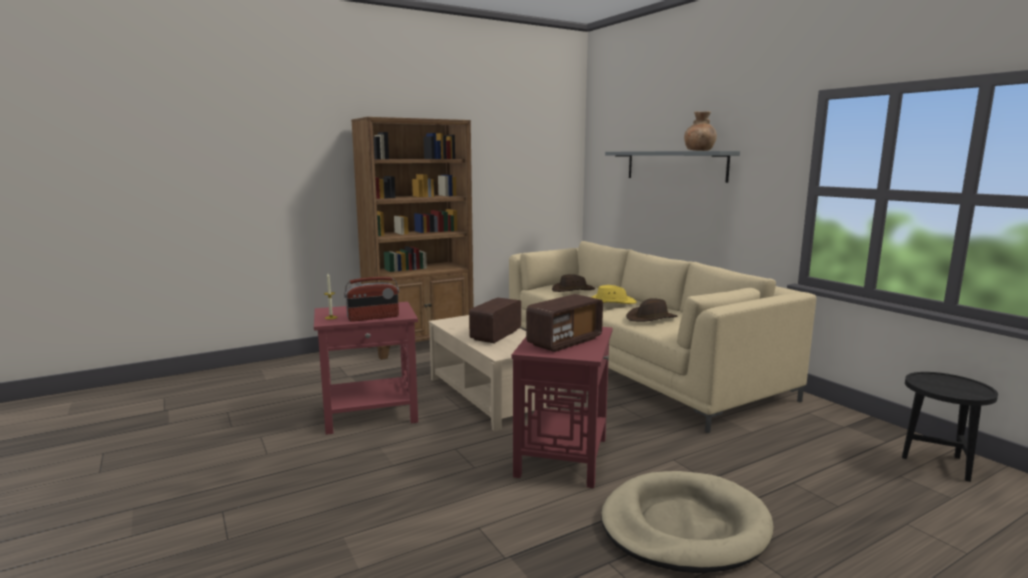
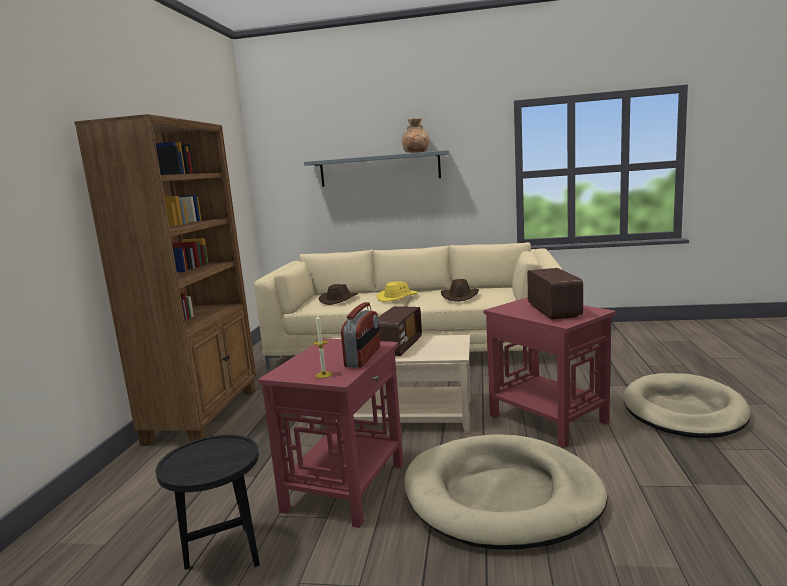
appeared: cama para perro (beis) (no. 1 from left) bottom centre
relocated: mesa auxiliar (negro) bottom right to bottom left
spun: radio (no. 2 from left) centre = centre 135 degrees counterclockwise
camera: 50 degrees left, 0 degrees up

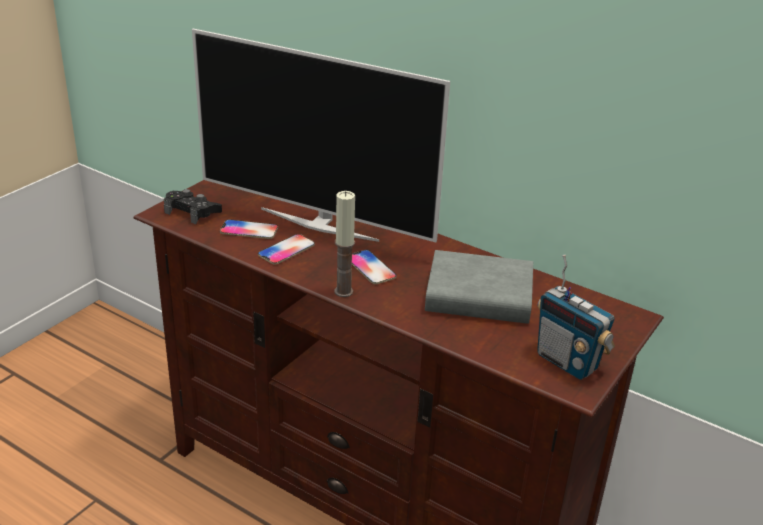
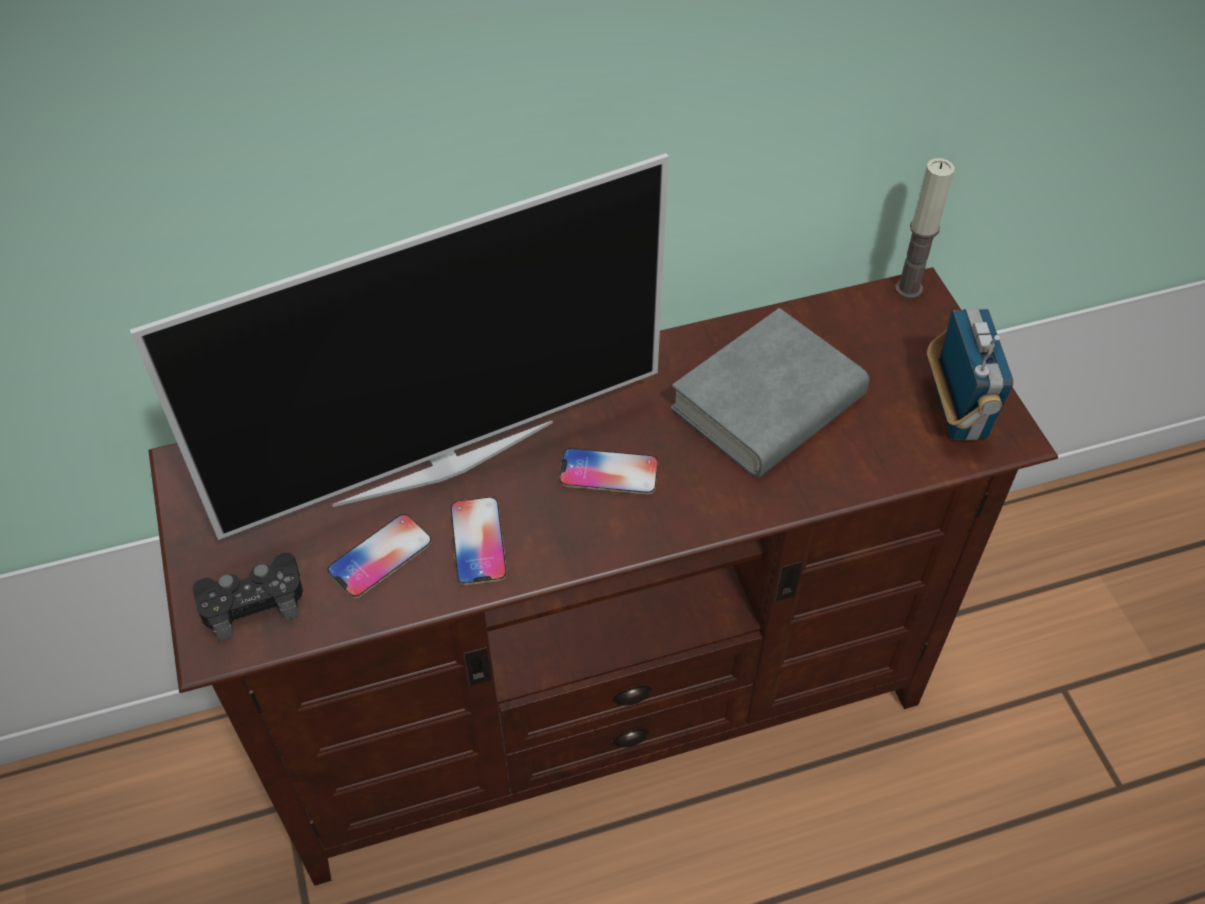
relocated: vela centre to top right
spun: radio middle right = middle right 90 degrees counterclockwise
camera: 50 degrees left, 20 degrees up

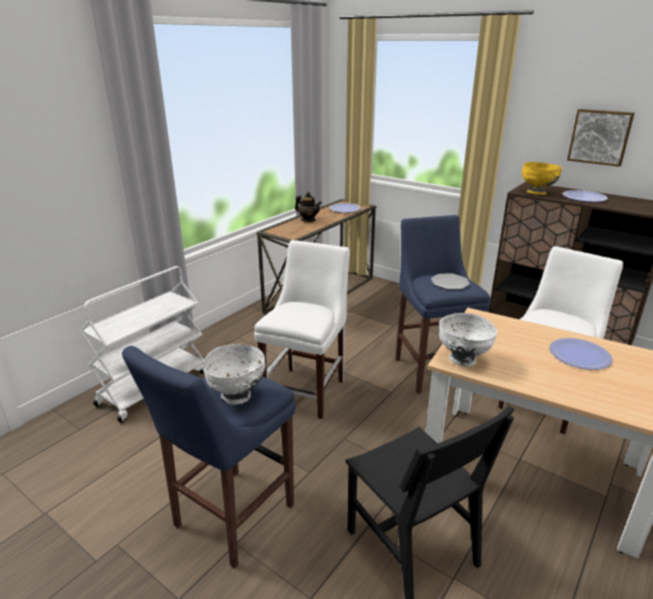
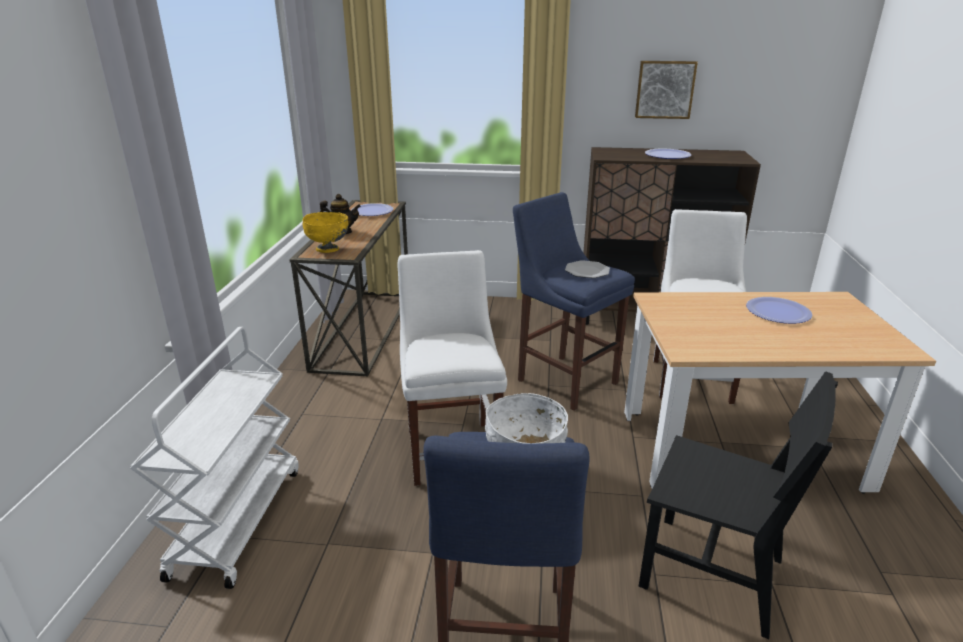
missing: cuenco (blanco) (no. 2 from left) middle right
relocated: cuenco (amarillo) top right to centre
camera: 30 degrees left, 0 degrees up

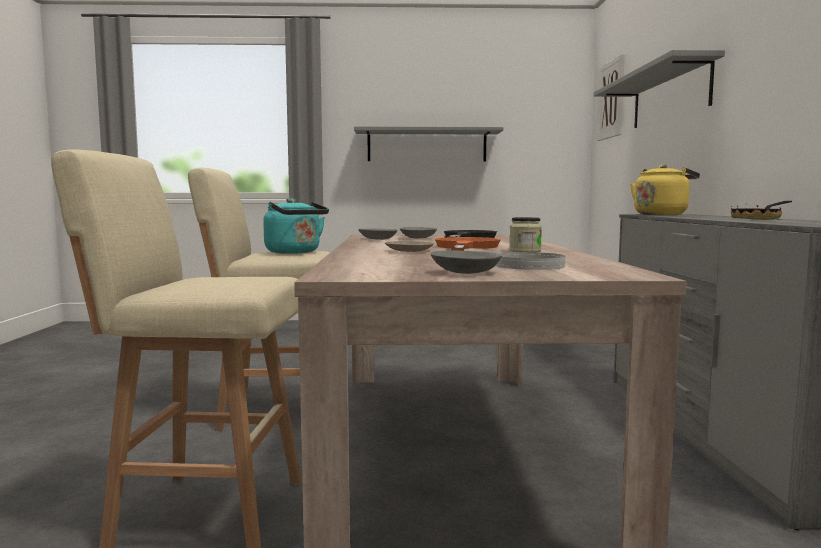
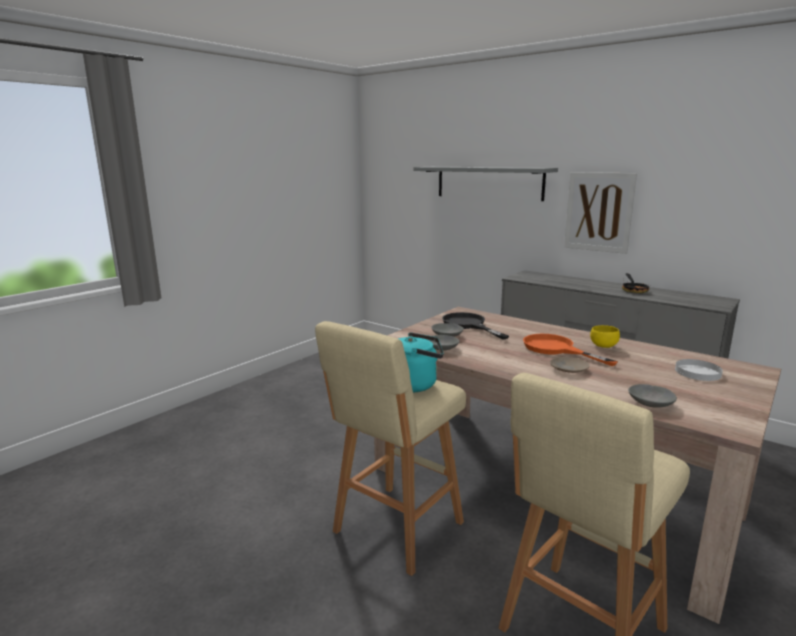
missing: estante (gris) (no. 1 from left) top centre; hervidor (amarillo) middle right
relocated: cuadro top right to middle right; cuenco (gris) (no. 3 from left) centre to middle right
exchanged: tarro centre to cuenco (amarillo) middle right
camera: 50 degrees left, 10 degrees up

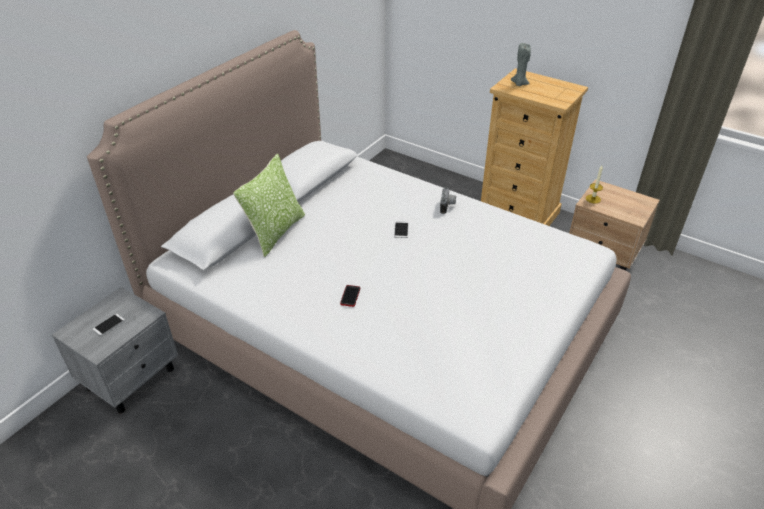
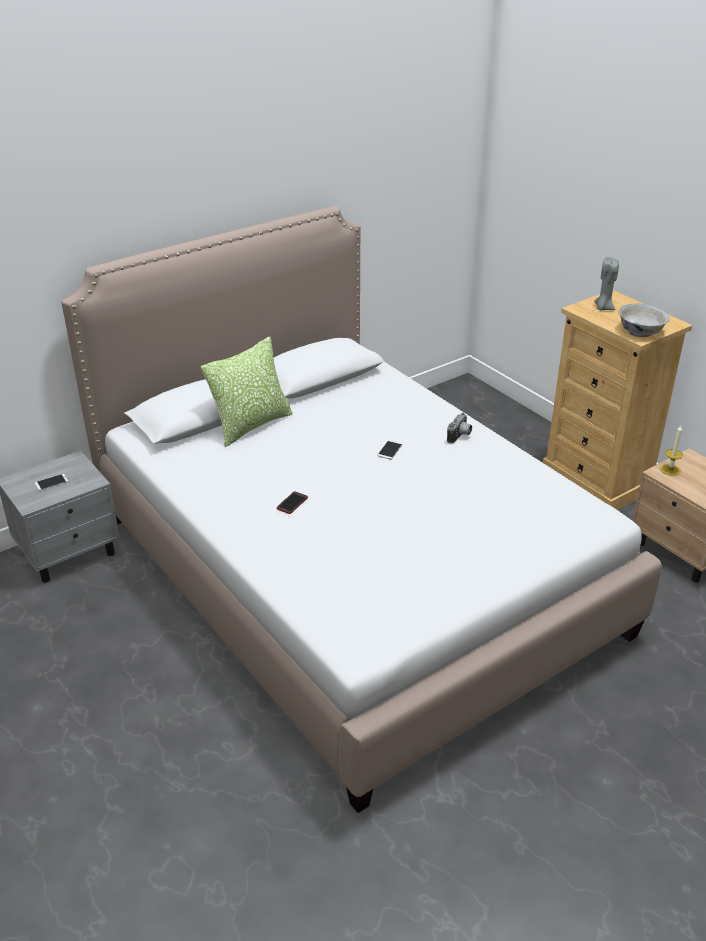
appeared: cuenco (blanco) middle right
camera: 20 degrees right, 5 degrees down

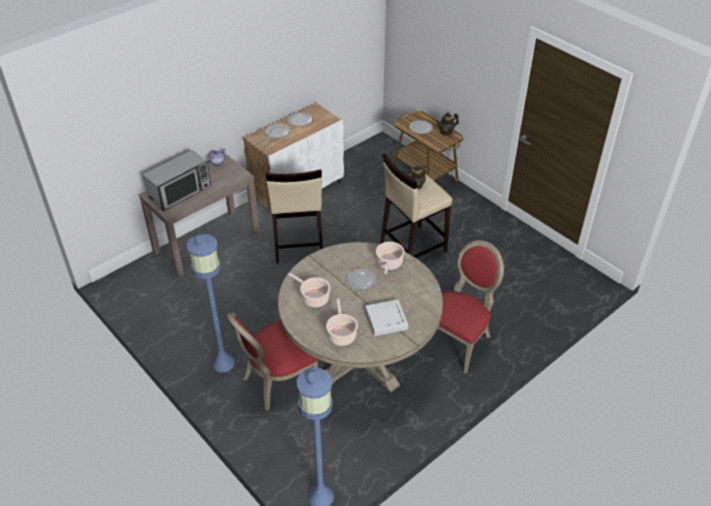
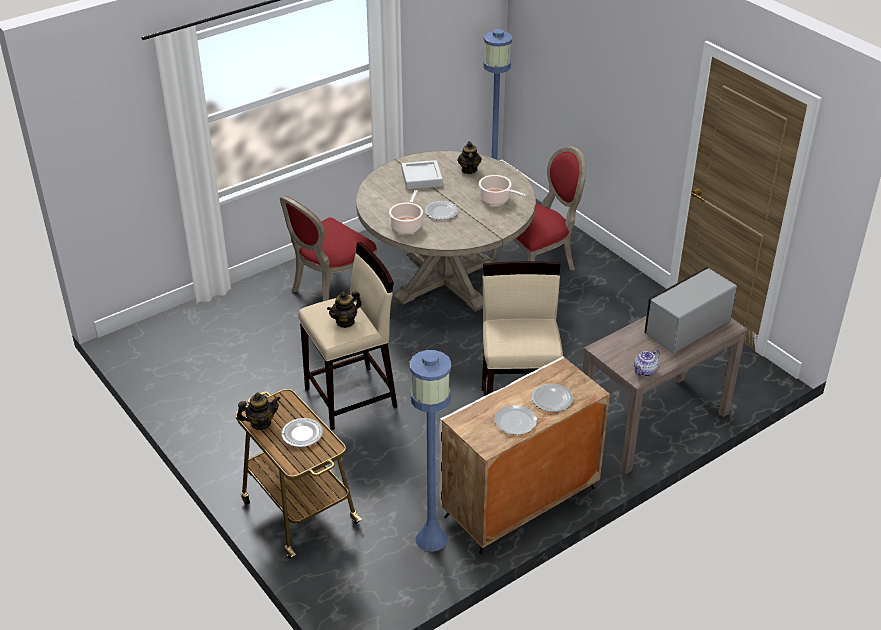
relocated: lámpara de pie (azul) (no. 1 from left) middle left to bottom centre
exchanged: olla (no. 2 from left) centre to tetera (no. 3 from left) top centre
camera: 175 degrees left, 5 degrees down

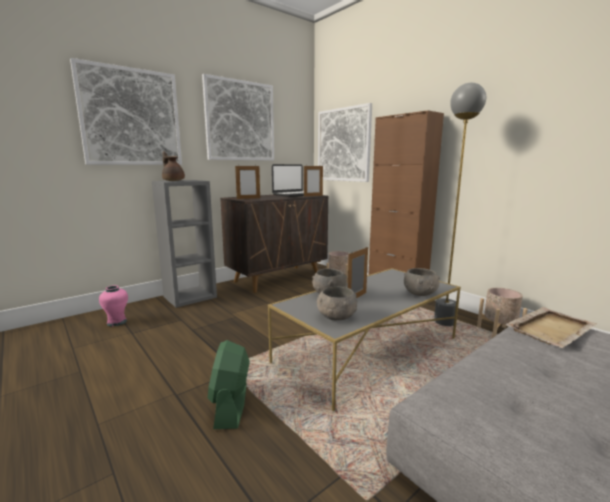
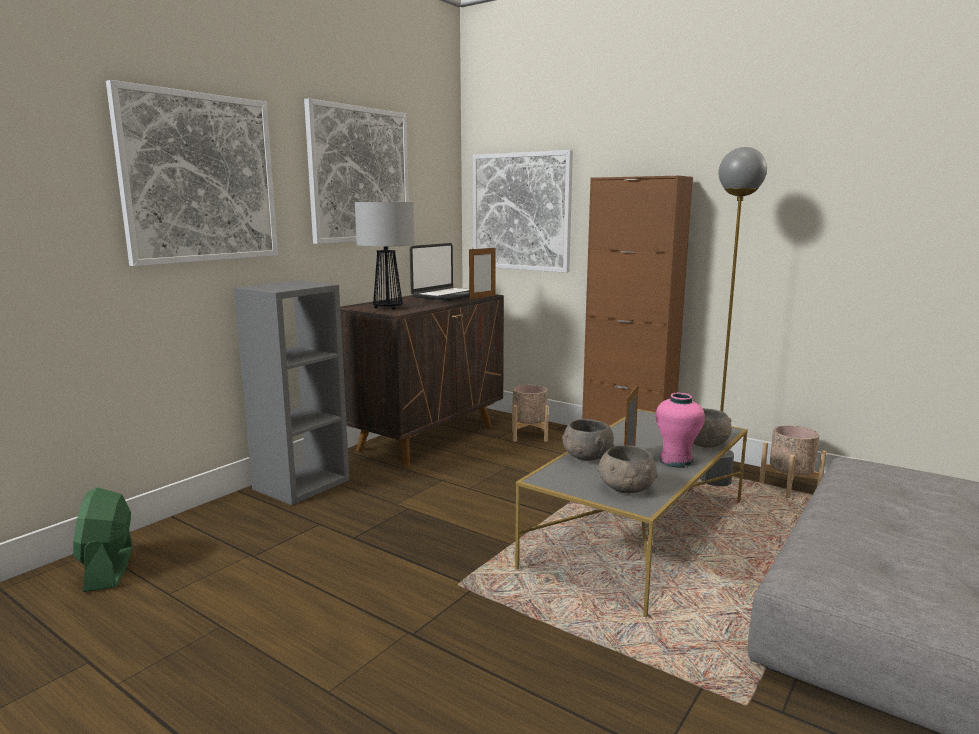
missing: tetera (marrón) top left; bandeja (beis) middle right
relocated: ventilador (verde) bottom centre to bottom left; florero (rosa) middle left to middle right
exchanged: portarretratos (no. 1 from left) centre to lámpara de mesa centre
camera: 15 degrees left, 0 degrees up

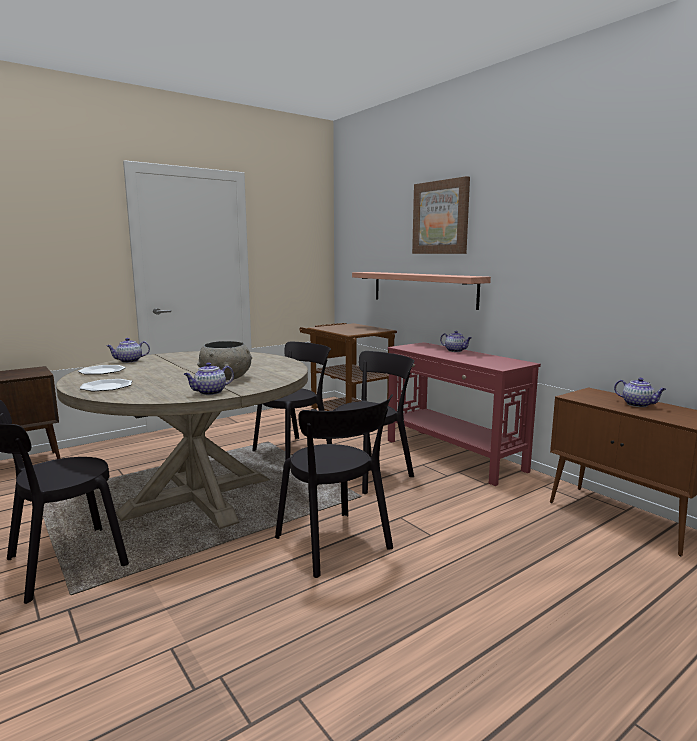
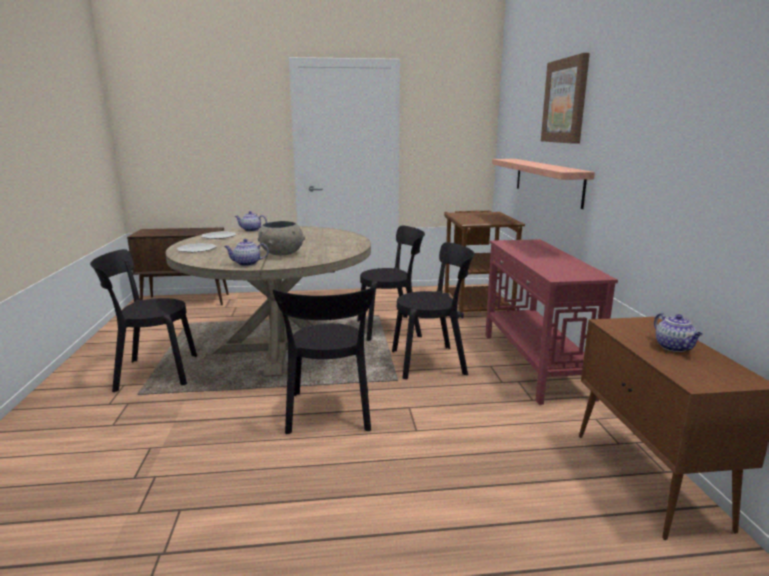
missing: tetera (no. 3 from left) centre
camera: 30 degrees right, 5 degrees up

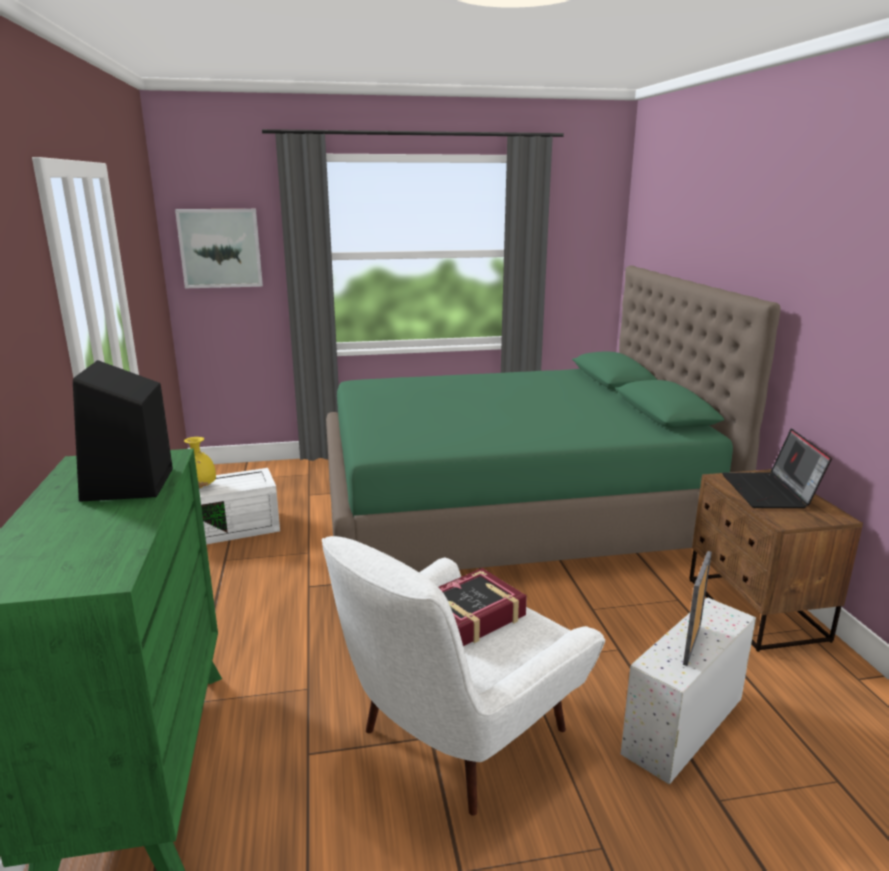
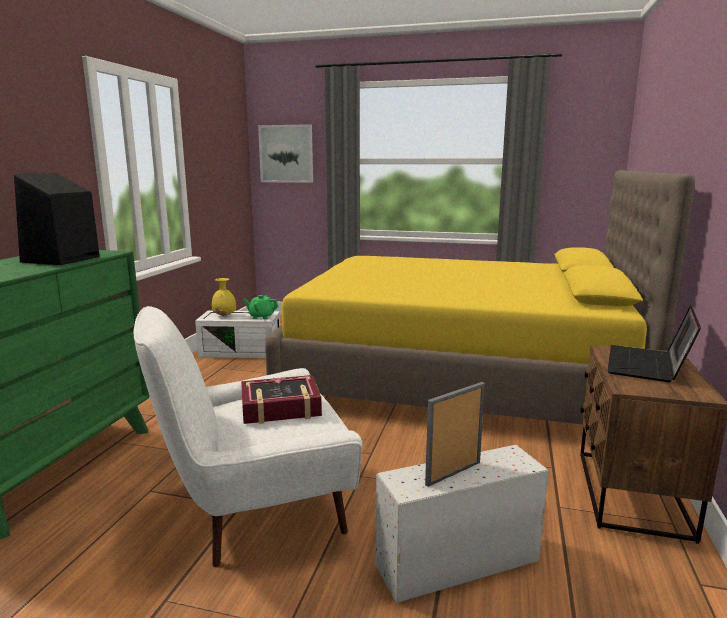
appeared: tetera (verde) centre
colour: cama (verde) centre to cama (amarillo) centre
camera: 25 degrees right, 5 degrees down

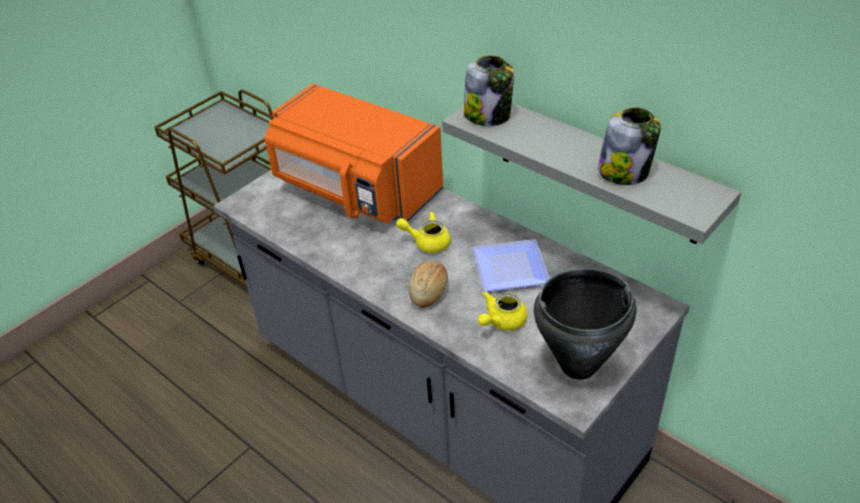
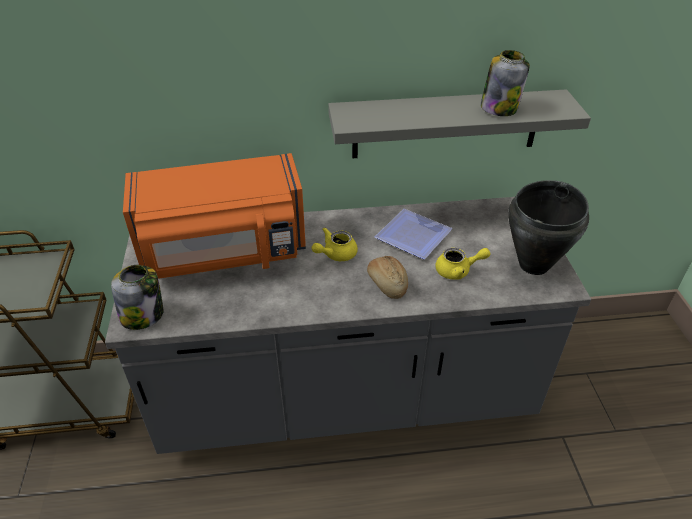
relocated: tarro (no. 1 from left) top centre to middle left
spun: tetera (amarillo) (no. 2 from left) centre = middle right 90 degrees counterclockwise
camera: 50 degrees left, 0 degrees up

